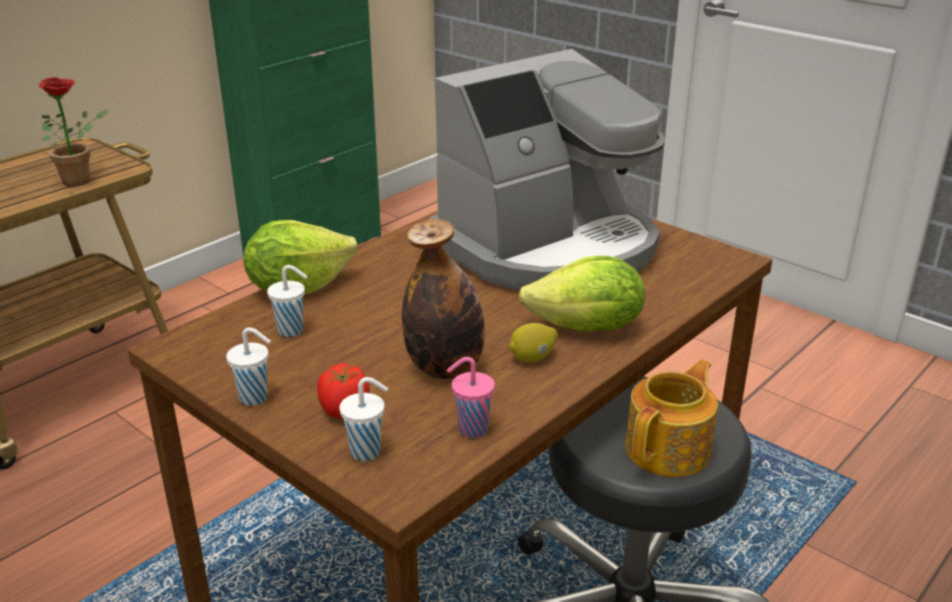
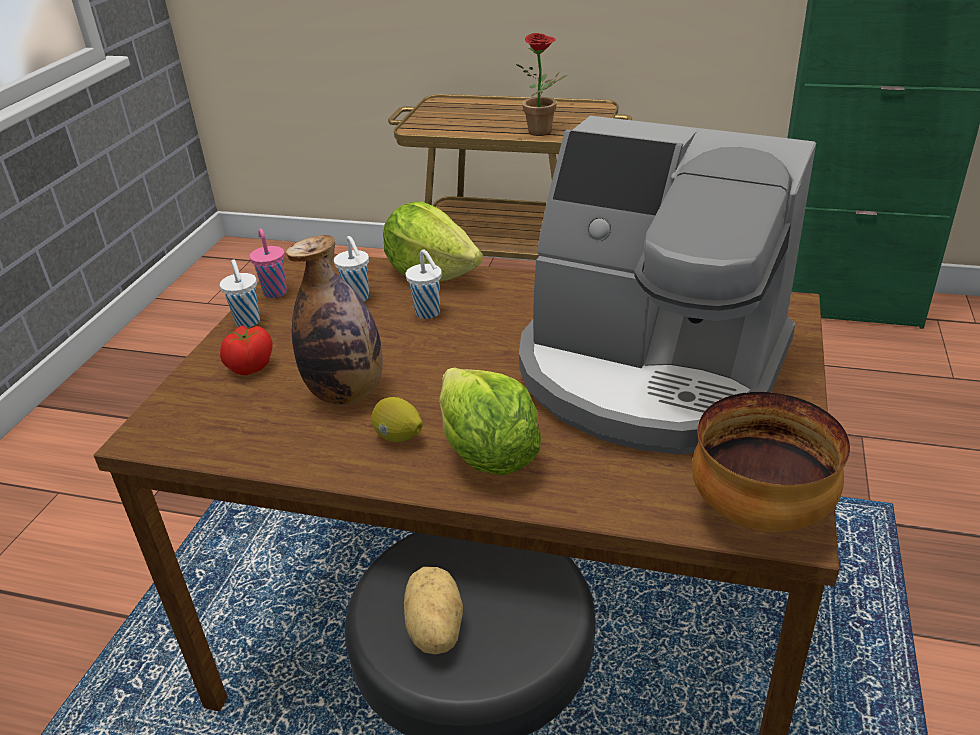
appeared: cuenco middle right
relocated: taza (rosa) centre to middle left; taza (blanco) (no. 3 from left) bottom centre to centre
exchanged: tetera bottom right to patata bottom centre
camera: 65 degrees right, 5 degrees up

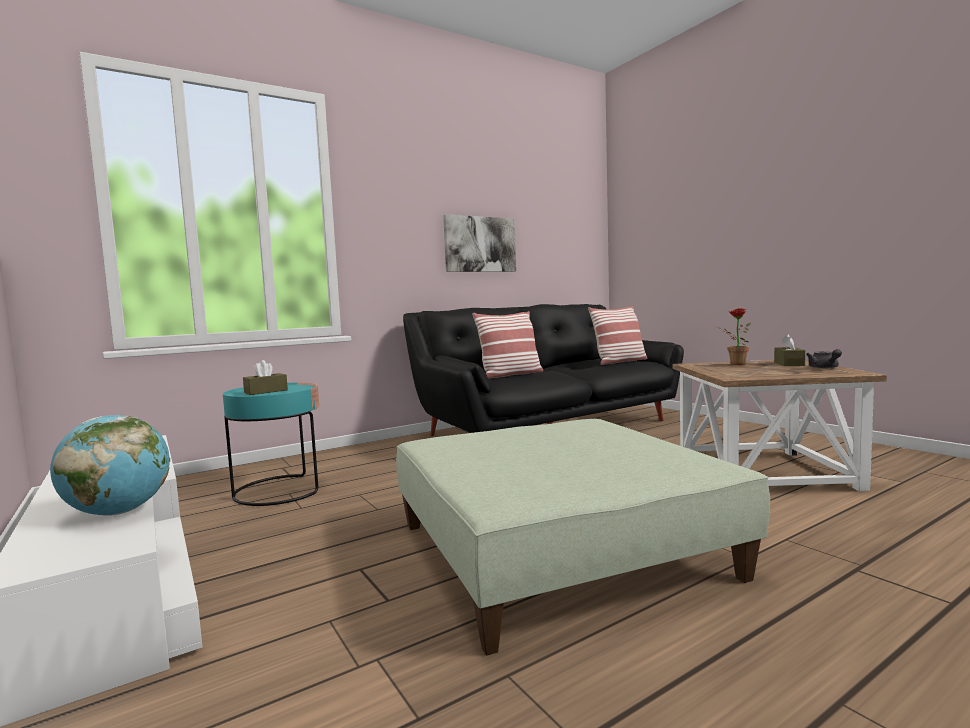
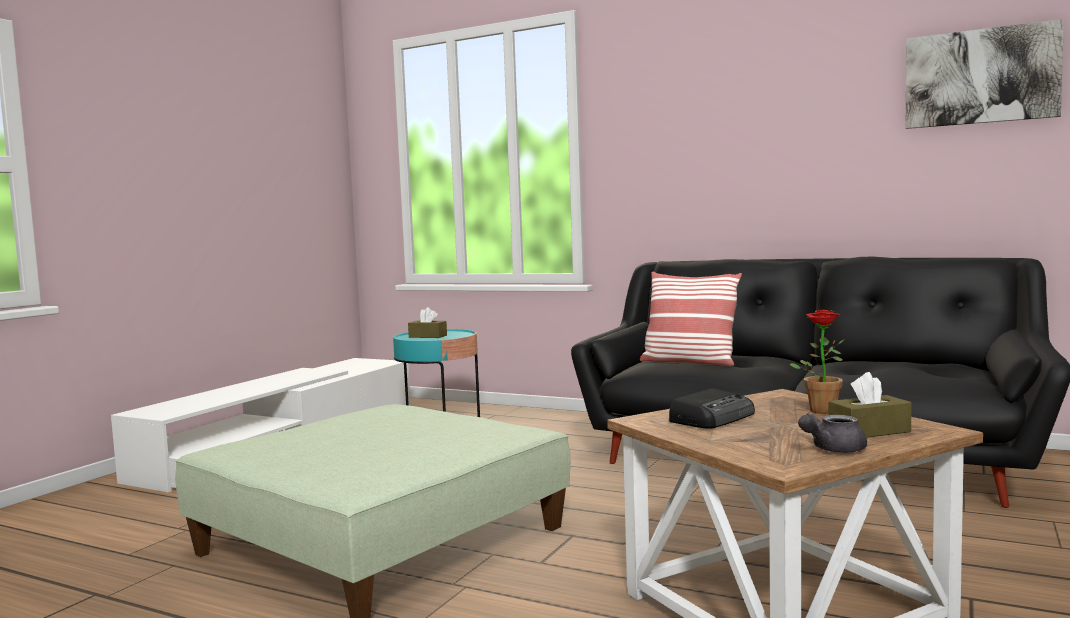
missing: globo terráqueo middle left; cojín (no. 2 from left) centre
appeared: radio centre
relocated: cuadro centre to top right
camera: 60 degrees right, 0 degrees up

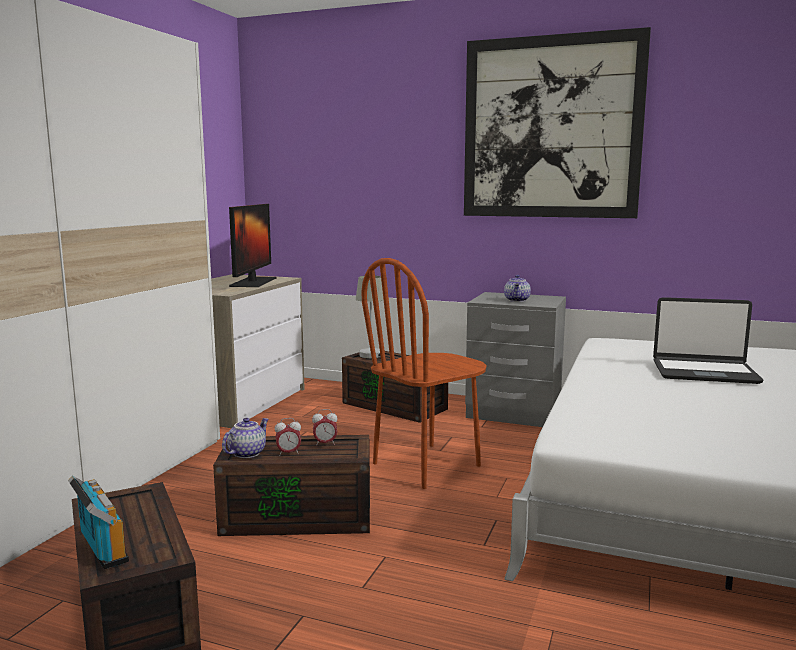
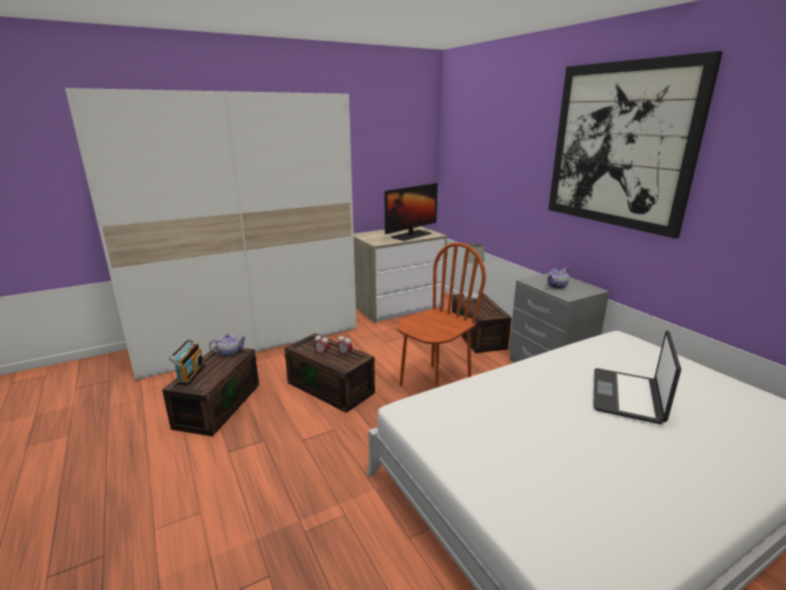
relocated: tetera (no. 1 from left) bottom left to middle left
spun: silla (marrón) centre = centre 135 degrees clockwise; portátil middle right = middle right 60 degrees clockwise
camera: 40 degrees right, 10 degrees up

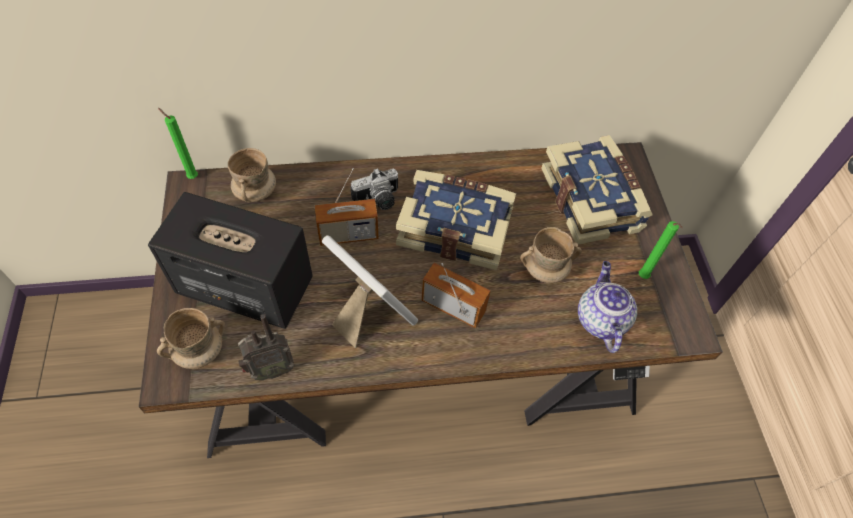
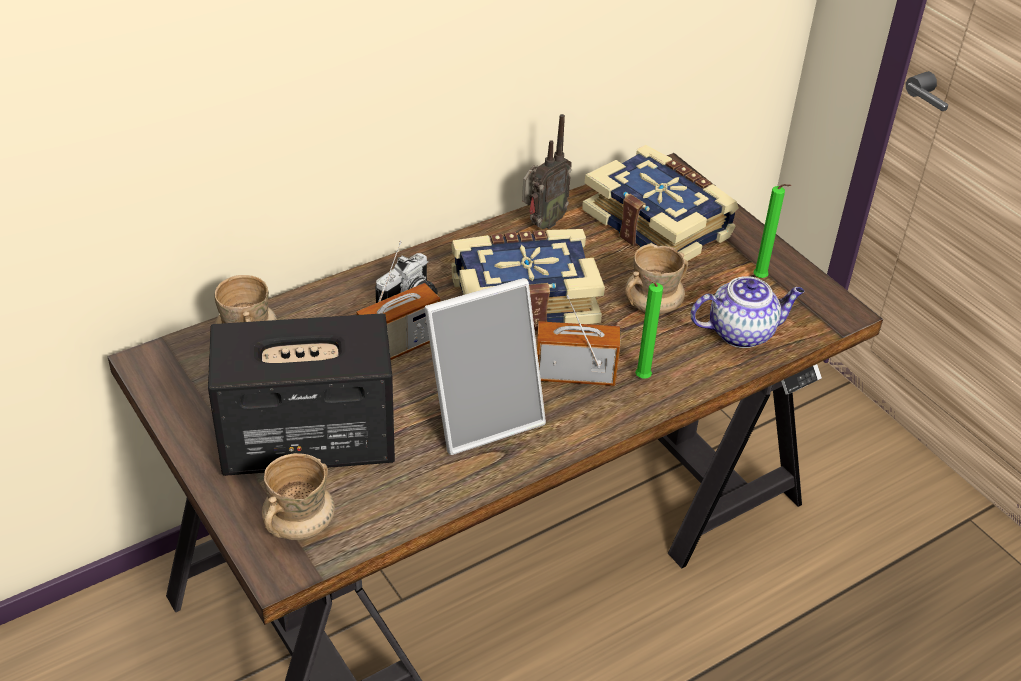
relocated: radio (no. 1 from left in the first image) bottom left to radio (no. 2 from left) top centre; vela (verde) (no. 1 from left) top left to centre
spun: portarretratos centre = centre 135 degrees clockwise; tetera middle right = middle right 105 degrees clockwise
camera: 25 degrees left, 15 degrees down

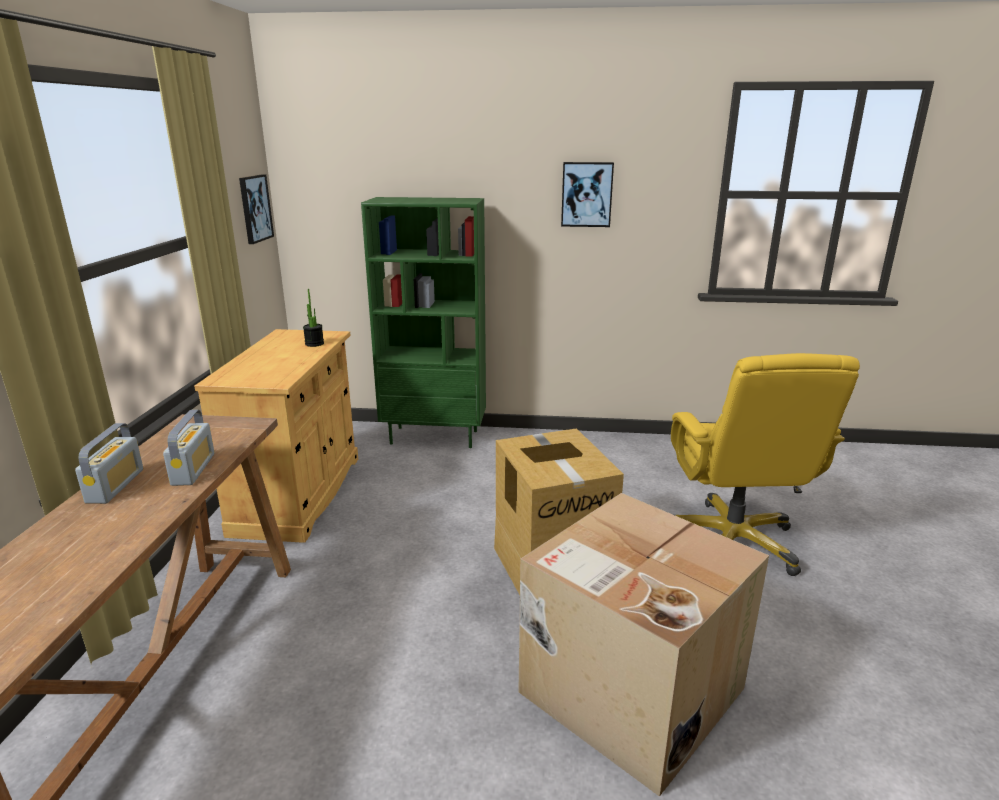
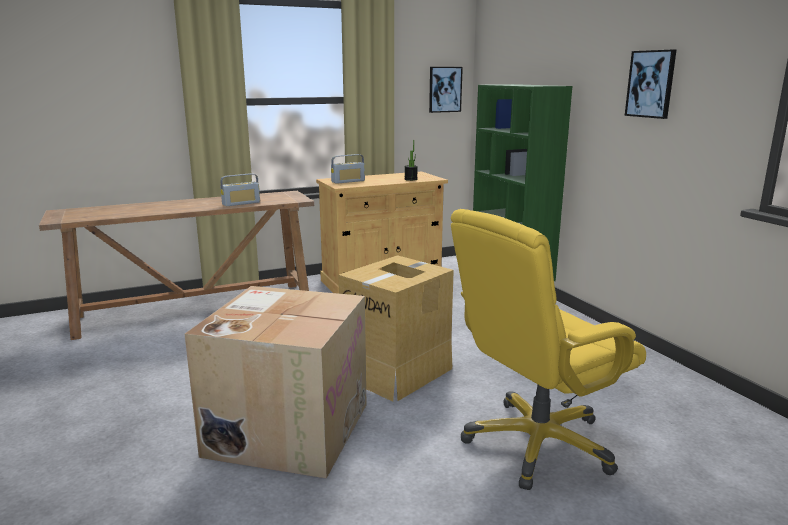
relocated: radio (no. 1 from left in the first image) middle left to radio (no. 2 from left) top centre
camera: 60 degrees right, 5 degrees down

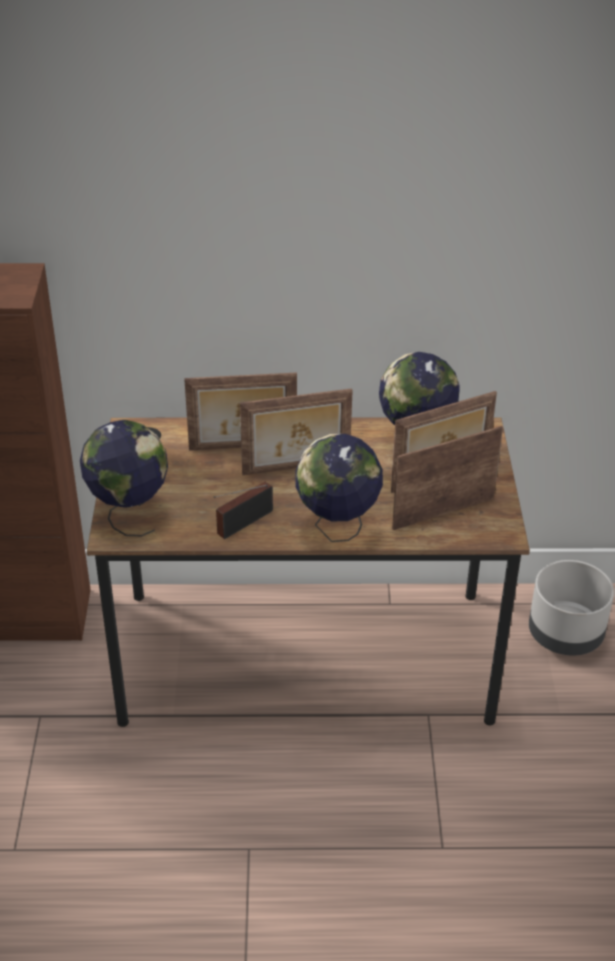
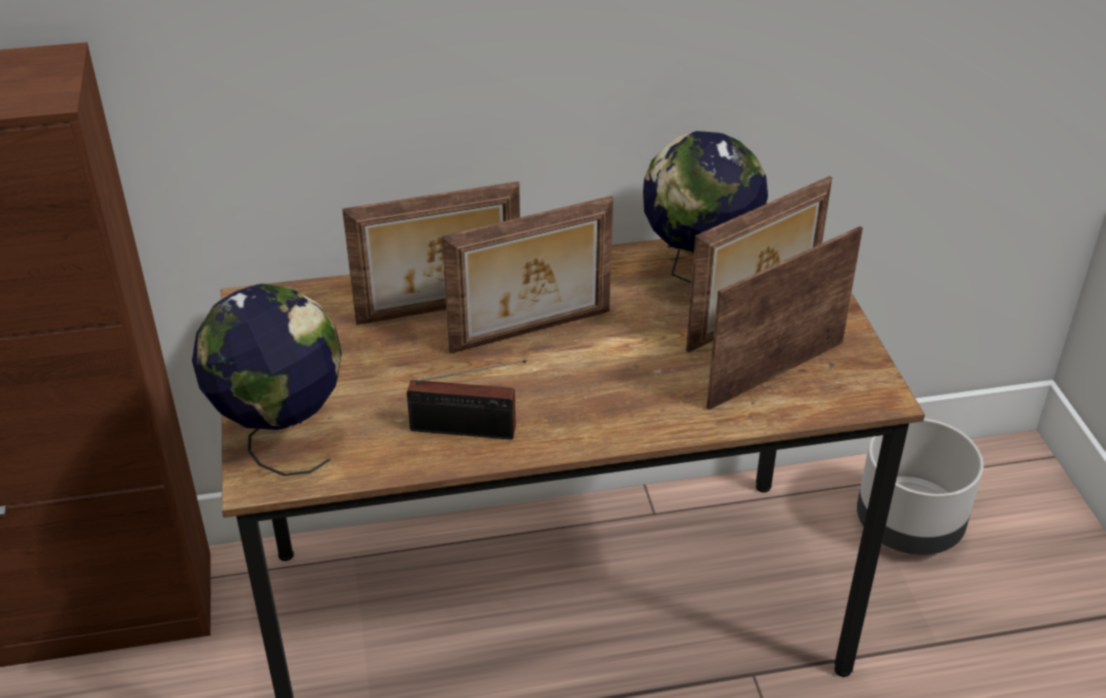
missing: globo terráqueo (no. 2 from left) centre
spun: radio centre = centre 120 degrees counterclockwise
camera: 10 degrees left, 0 degrees up

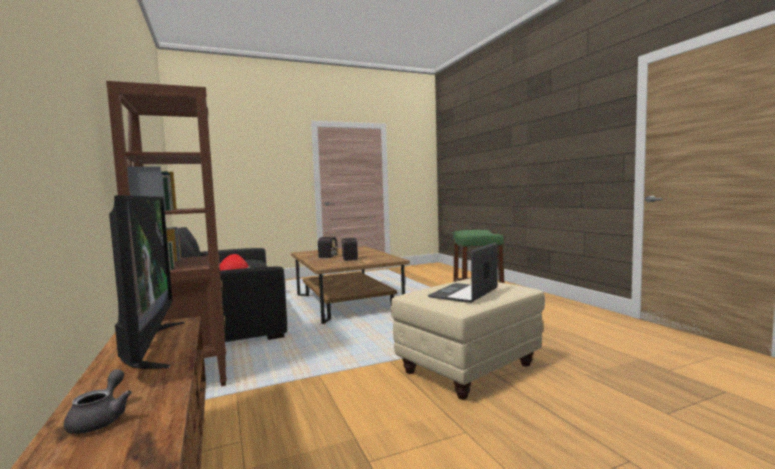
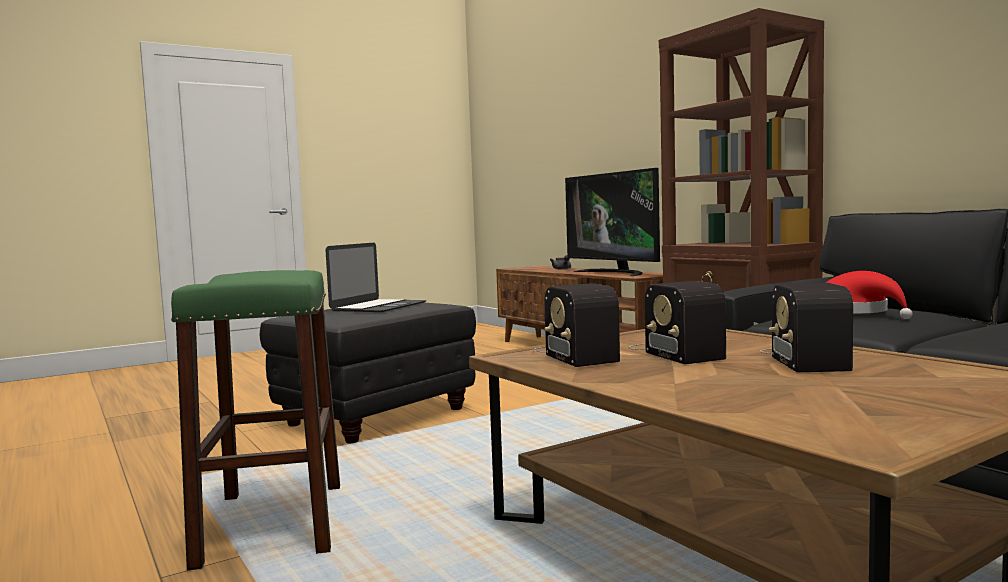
appeared: radio (no. 1 from left) centre
colour: puf (beis) bottom centre to puf (negro) centre
camera: 170 degrees right, 0 degrees up

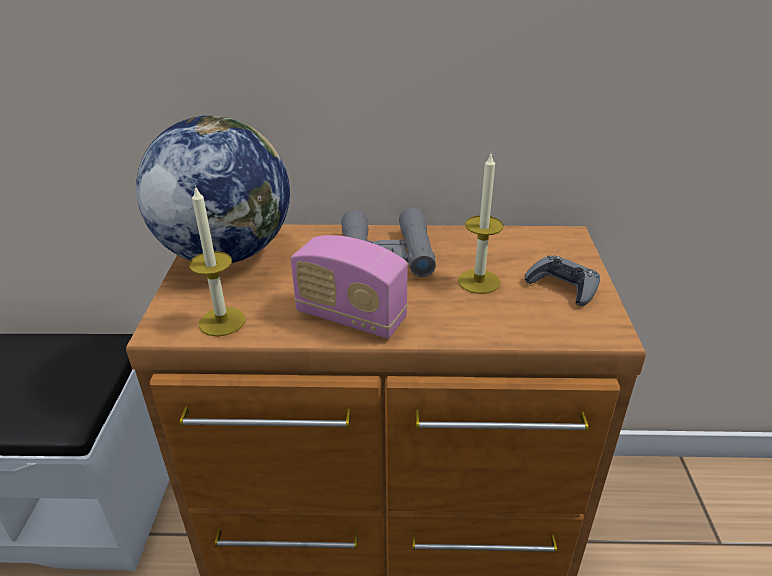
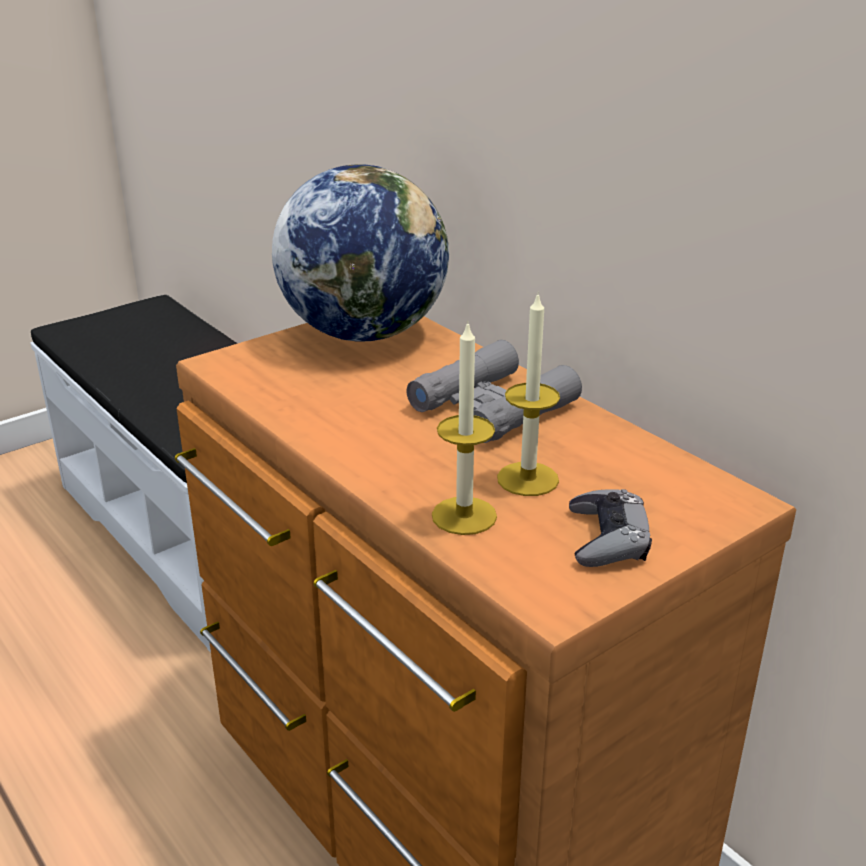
missing: radio centre
relocated: vela (no. 1 from left) middle left to centre
camera: 50 degrees right, 5 degrees down

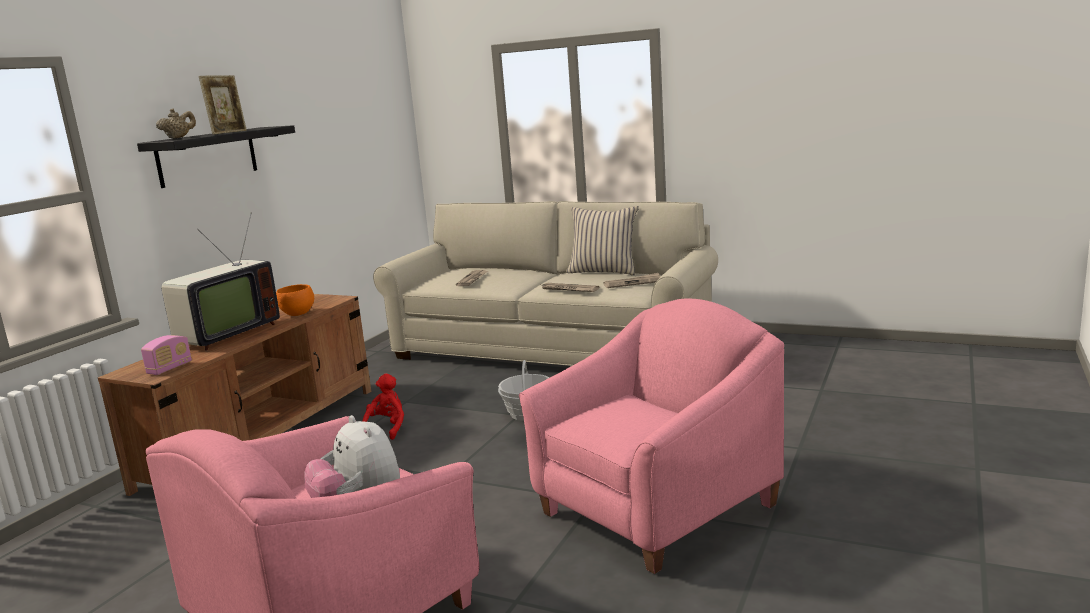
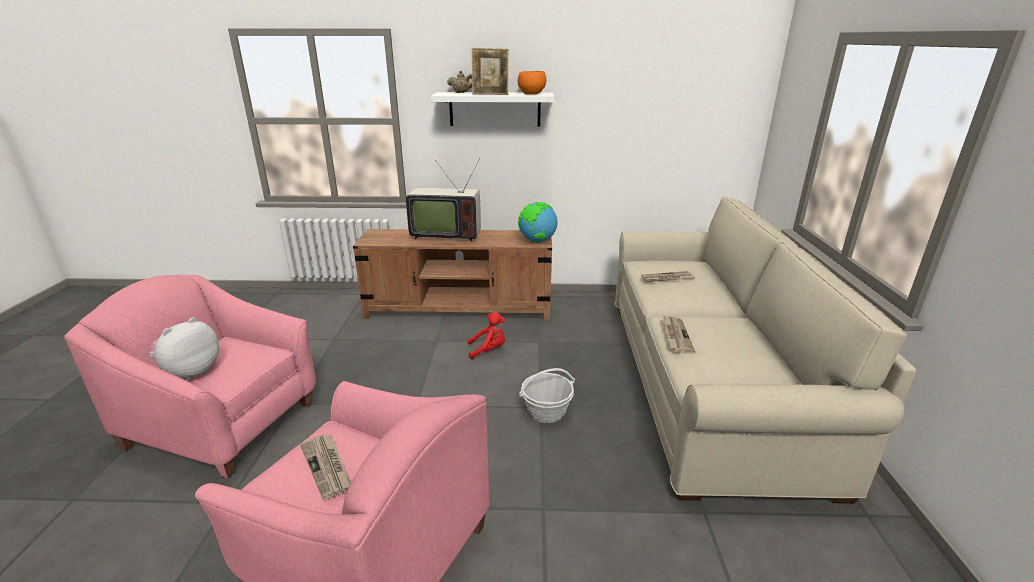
missing: radio middle left; cojín (beis) centre
appeared: globo terráqueo centre
relocated: periódico (no. 3 from left in the first image) centre to periódico (no. 1 from left) bottom left; cuenco (naranja) middle left to top centre
colour: estante (negro) top left to estante (blanco) top centre
camera: 65 degrees right, 10 degrees up

